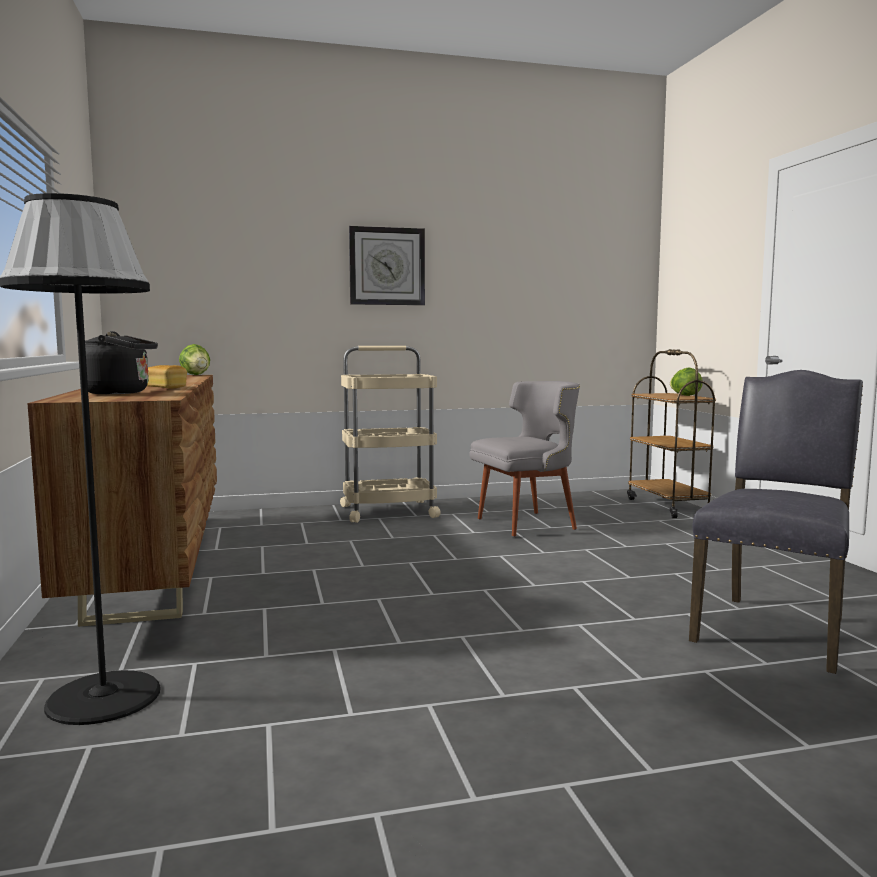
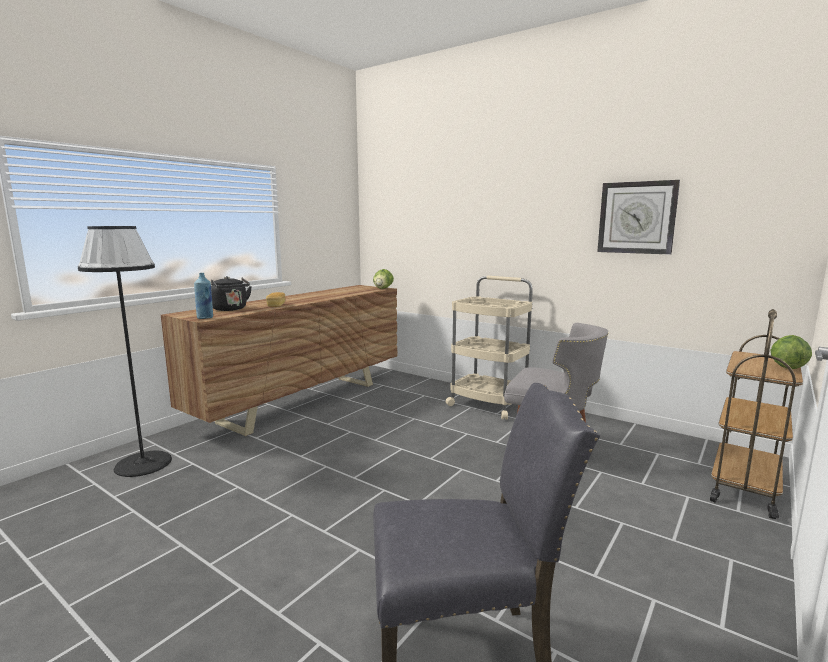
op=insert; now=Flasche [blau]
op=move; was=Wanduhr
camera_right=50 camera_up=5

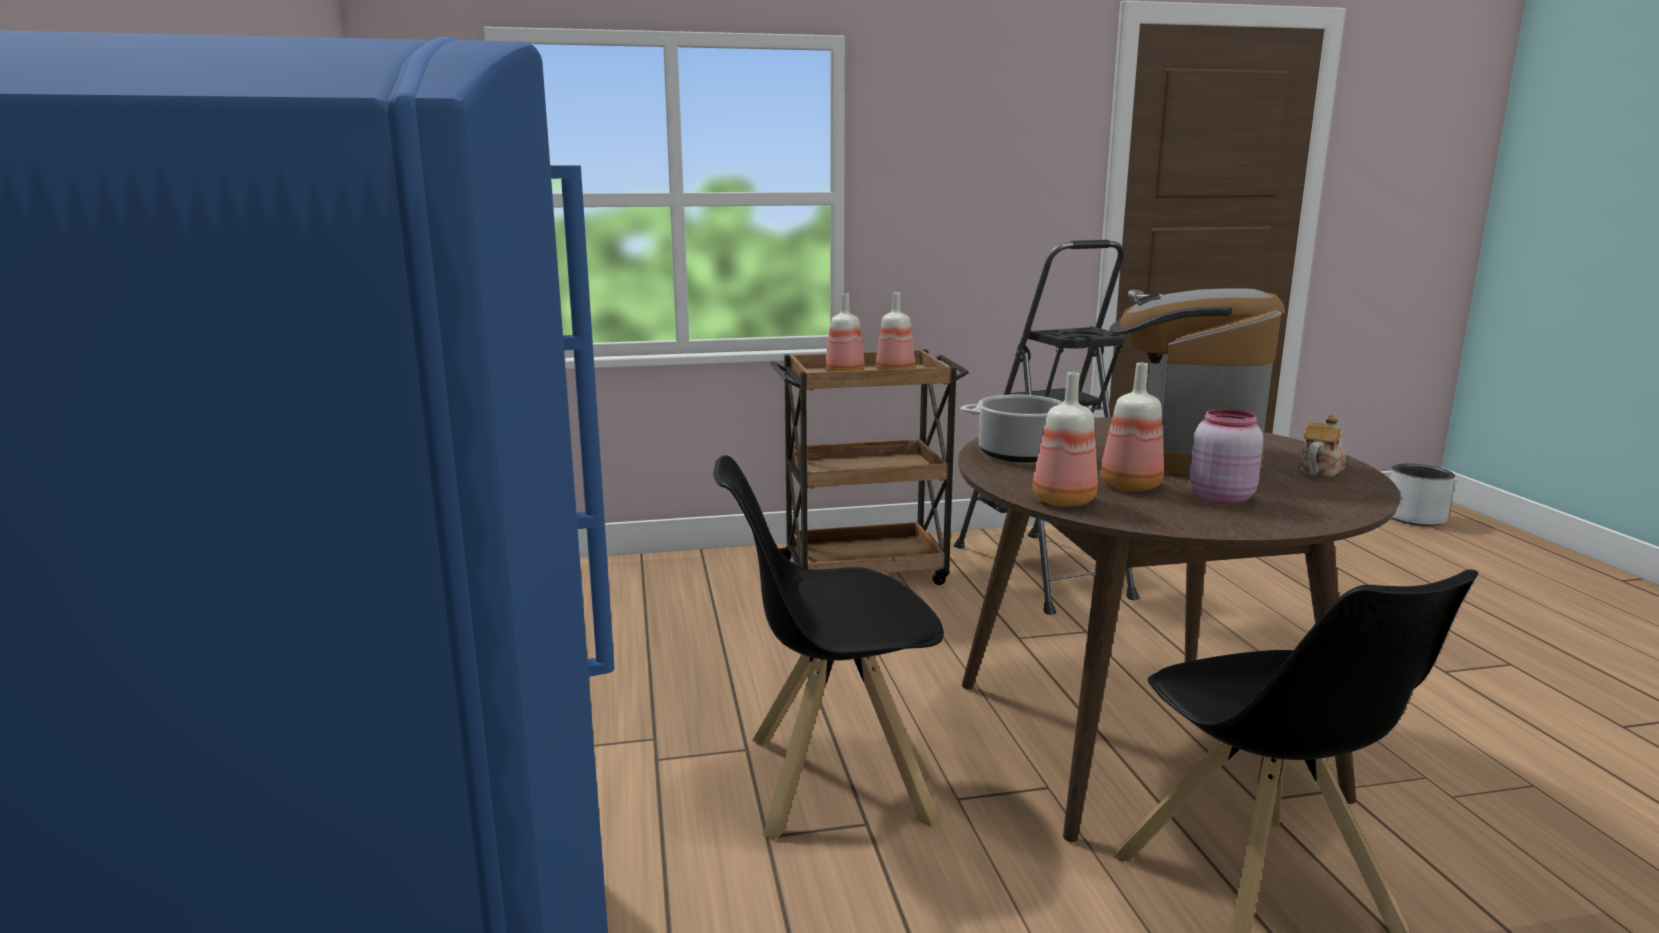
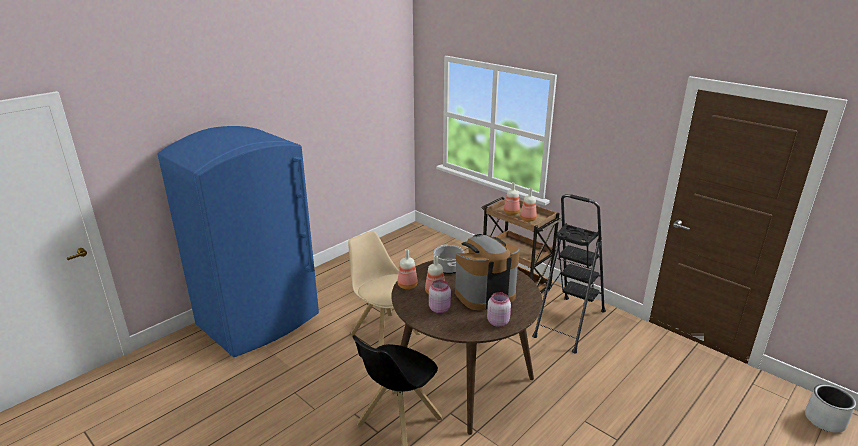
op=replace; was=Teekanne; now=Vorratsglas [rosa] (2nd from left)
op=recolor; was=Stuhl [schwarz] (1st from left); now=Stuhl [beige]
camera_right=55 camera_up=10

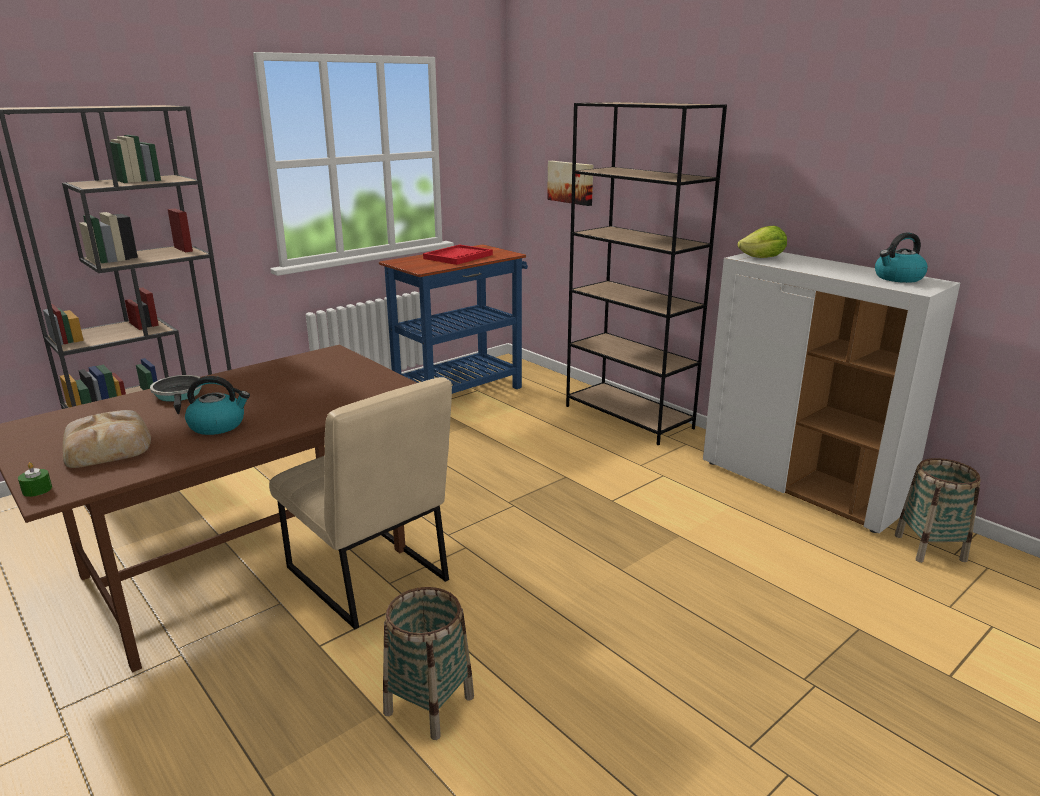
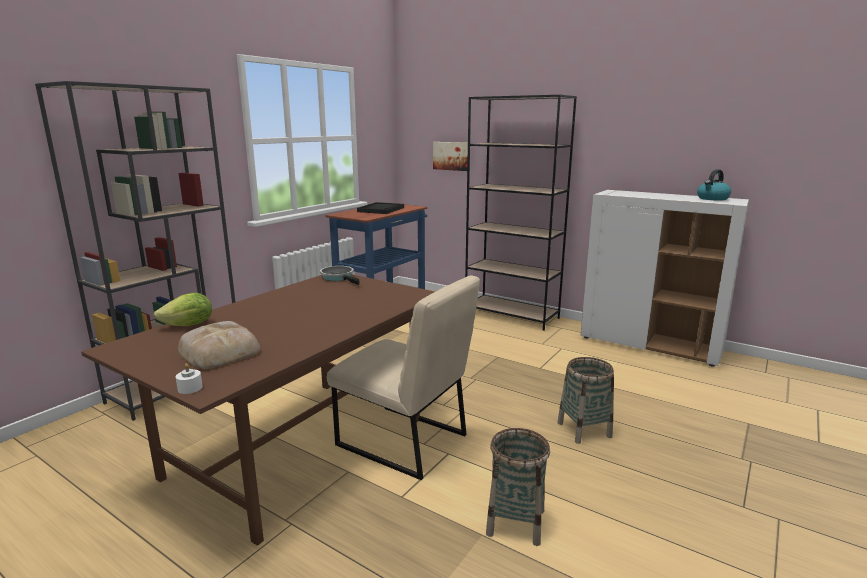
op=delete; was=Wasserkessel (1st from left)
op=move; was=Pfanne
op=move; was=Salatkopf
op=move; was=Korb (2nd from left)
op=recolor; was=Kerze [grün]; now=Kerze [weiß]
op=recolor; was=Tablett [rot]; now=Tablett [schwarz]
camera_right=-15 camera_up=-5

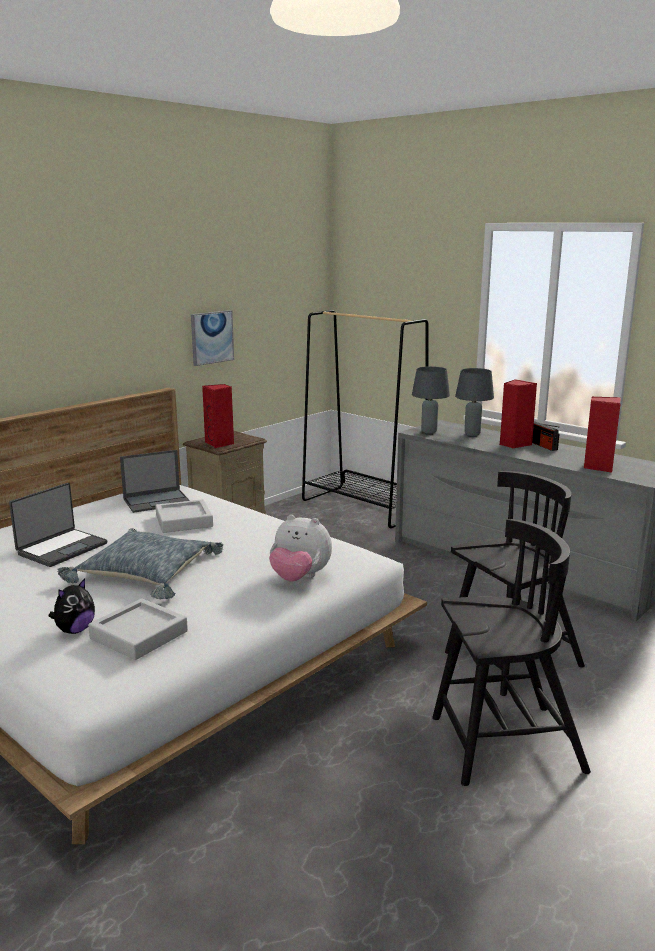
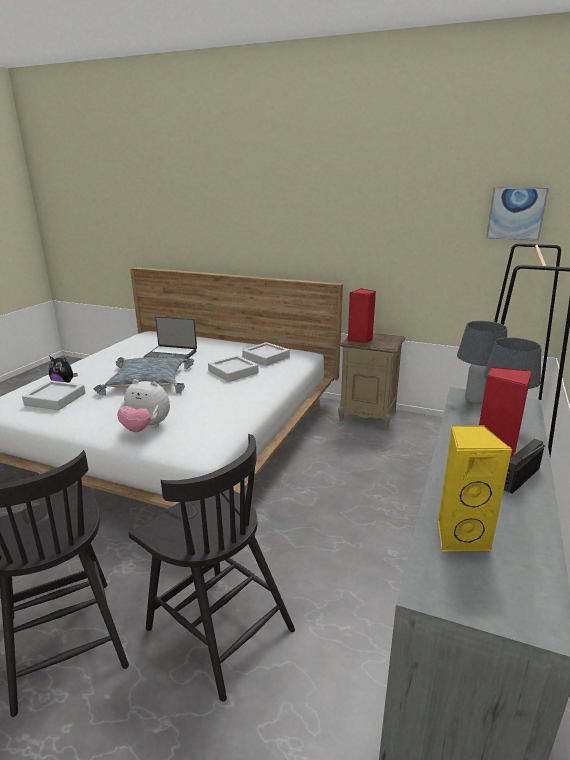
op=move; was=Bild
op=replace; was=Laptop (2nd from left); now=Tablett [grau] (3rd from left)
op=recolor; was=Lautsprecher [rot] (3rd from left); now=Lautsprecher [gelb]
op=rotate; was=Plüschtier (2nd from left); clockwise=-75
camera_right=70 camera_up=5

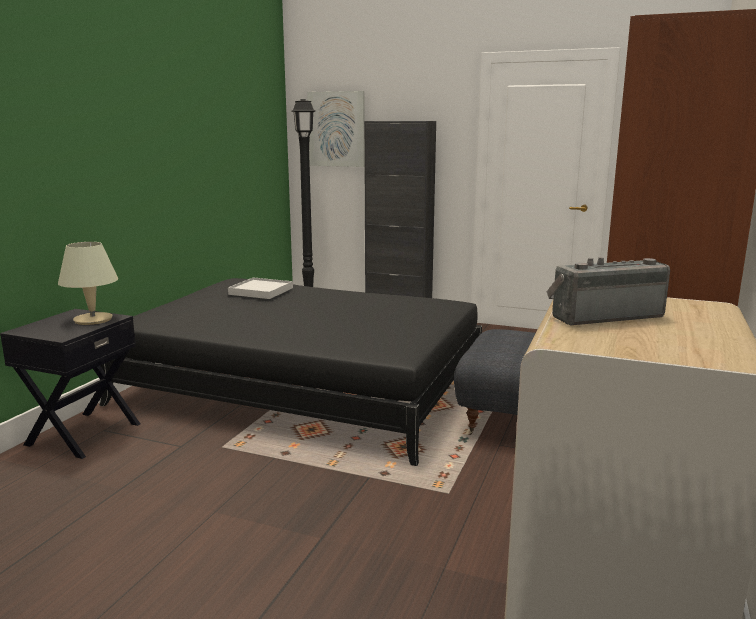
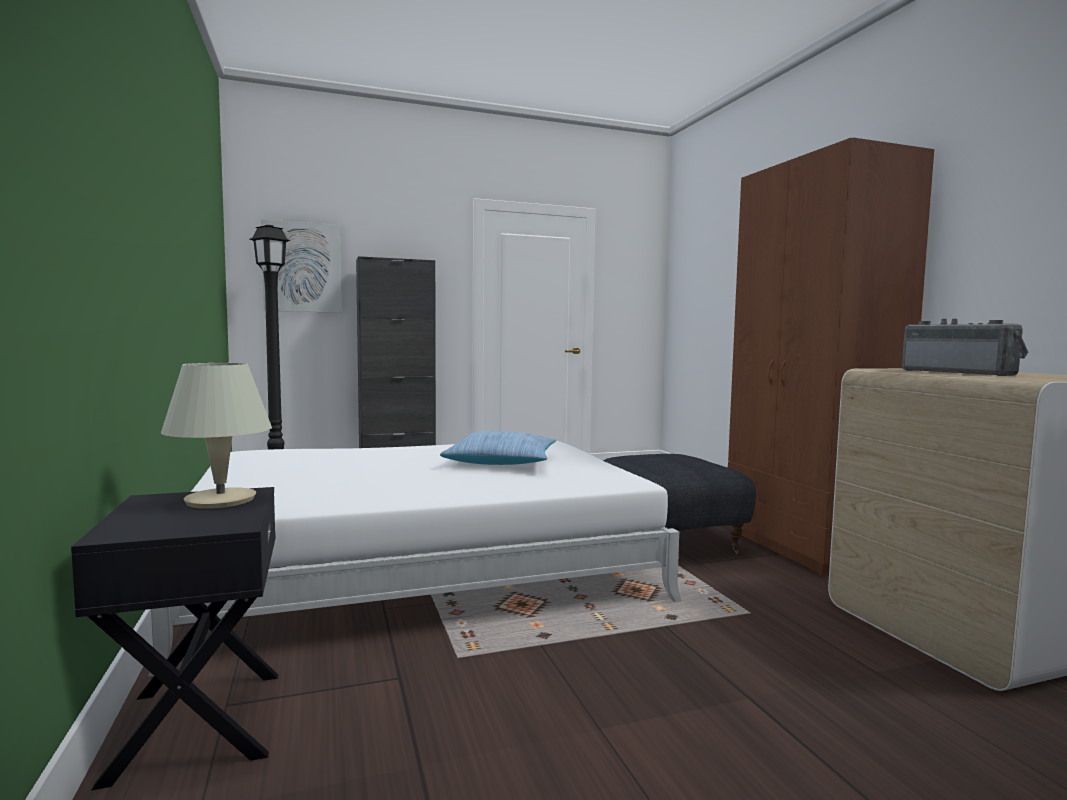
op=delete; was=Tablett [weiß]
op=insert; now=Kissen
op=recolor; was=Bett [schwarz]; now=Bett [weiß]
op=rotate; was=Radio; clockwise=120
camera_right=-40 camera_up=-10

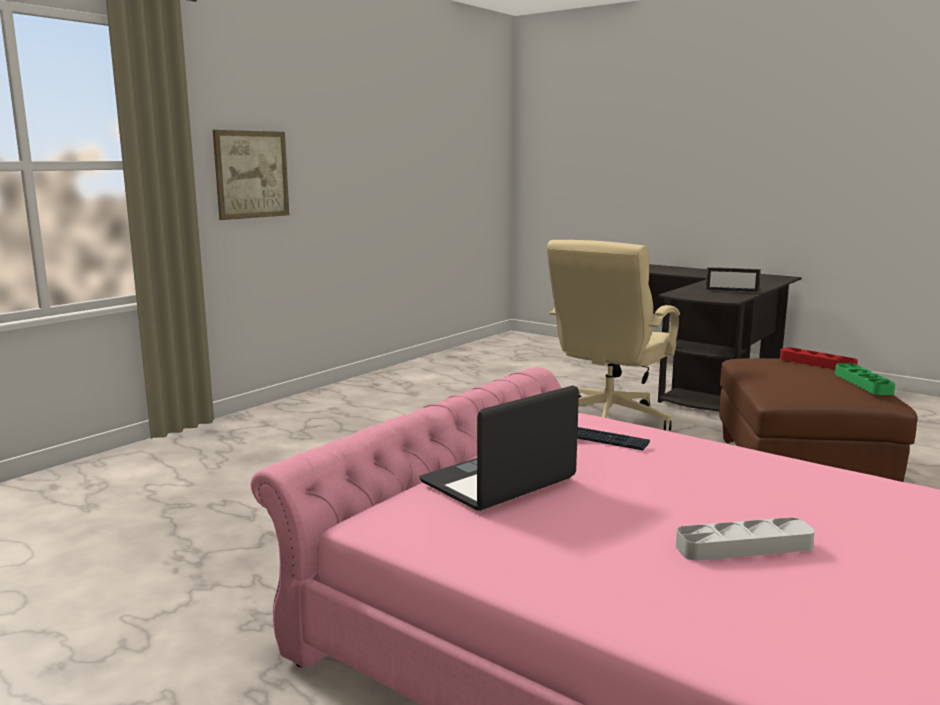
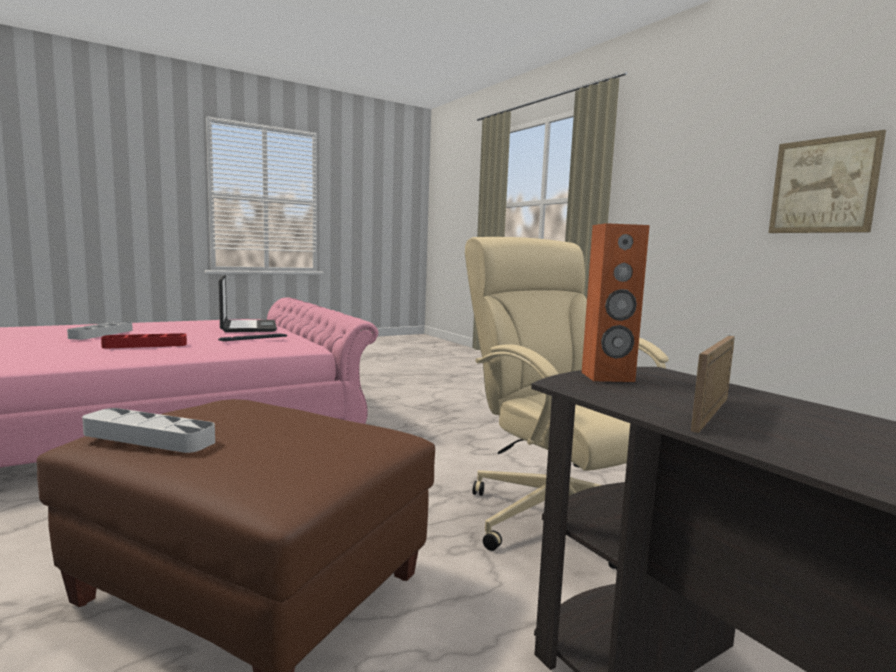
op=insert; now=Lautsprecher [orange]
op=move; was=Bild
op=move; was=Tablett [rot]
op=recolor; was=Tablett [grün]; now=Tablett [grau] (2nd from left)
camera_right=110 camera_up=-5

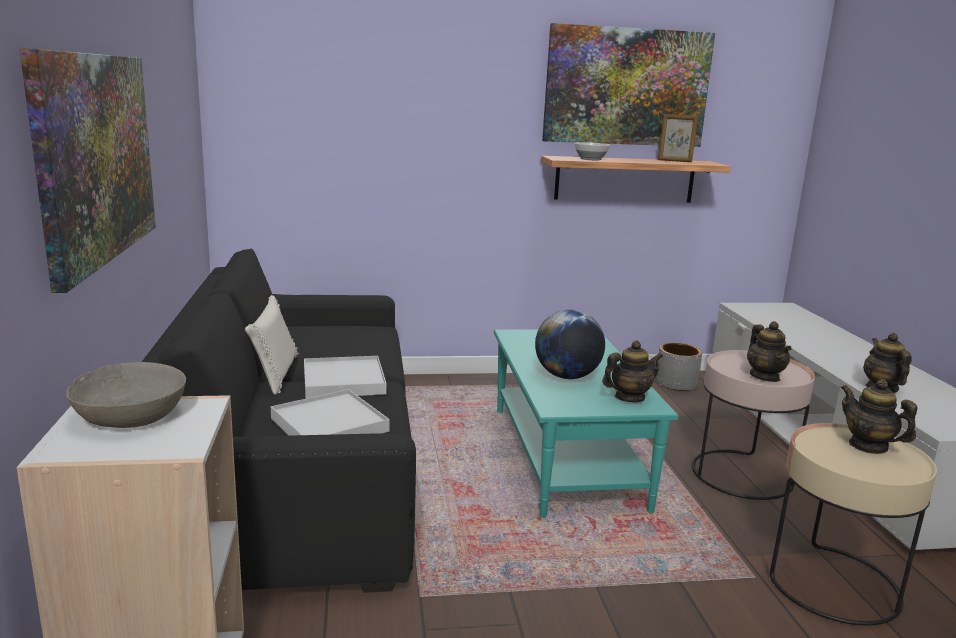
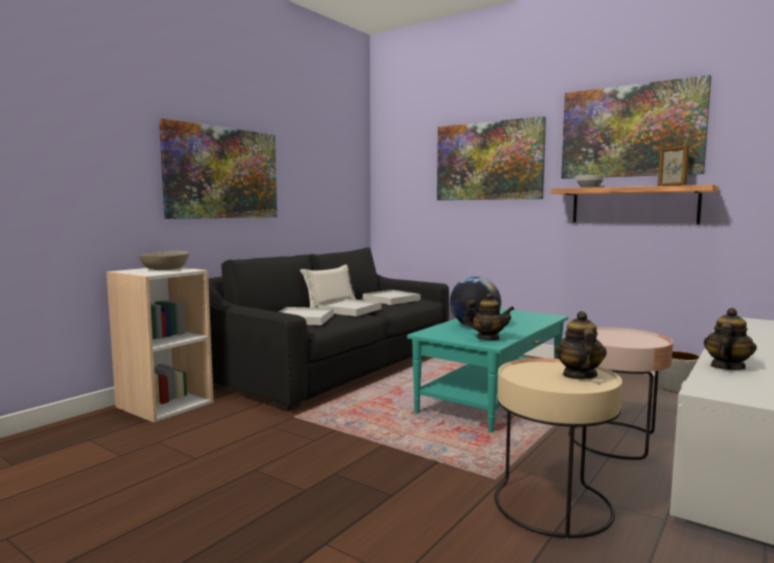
op=delete; was=Teekanne (2nd from left)
op=insert; now=Tablett [weiß] (3rd from left)
op=insert; now=Bild (2nd from left)
camera_right=45 camera_up=-10

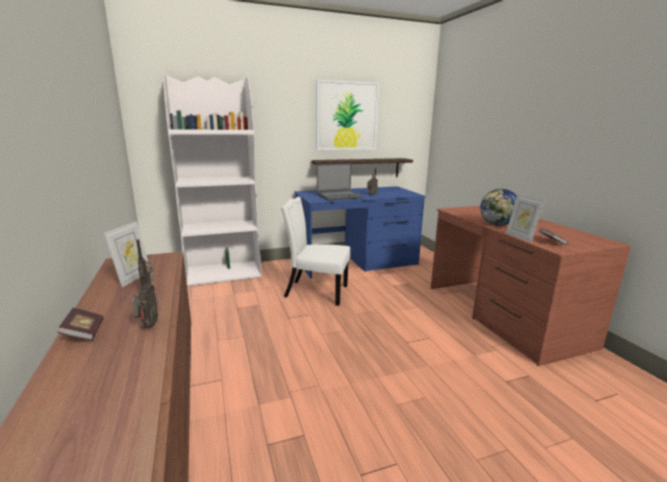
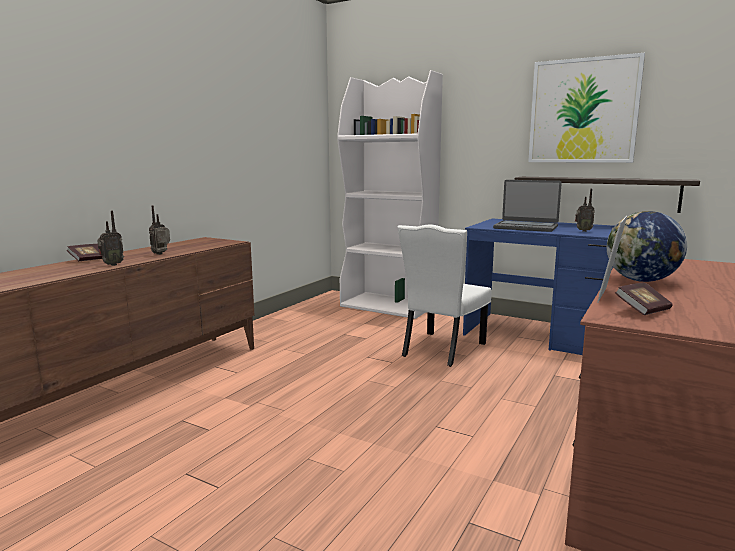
op=delete; was=Bilderrahmen (1st from left)
op=rotate; was=Stuhl [weiß]; clockwise=-120
camera_right=50 camera_up=-5

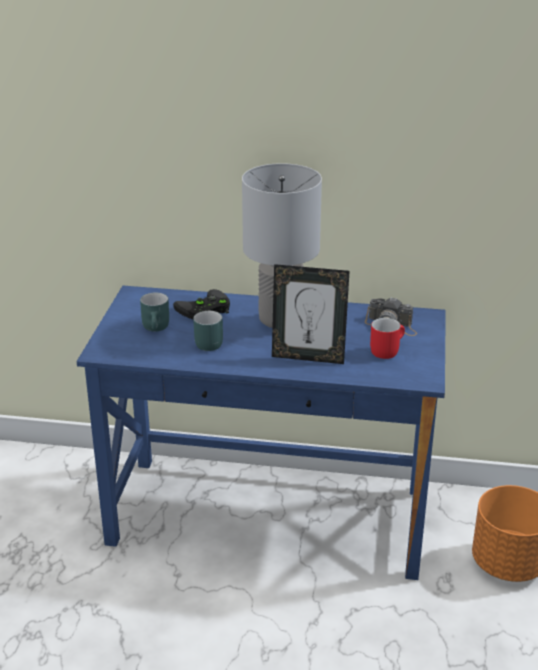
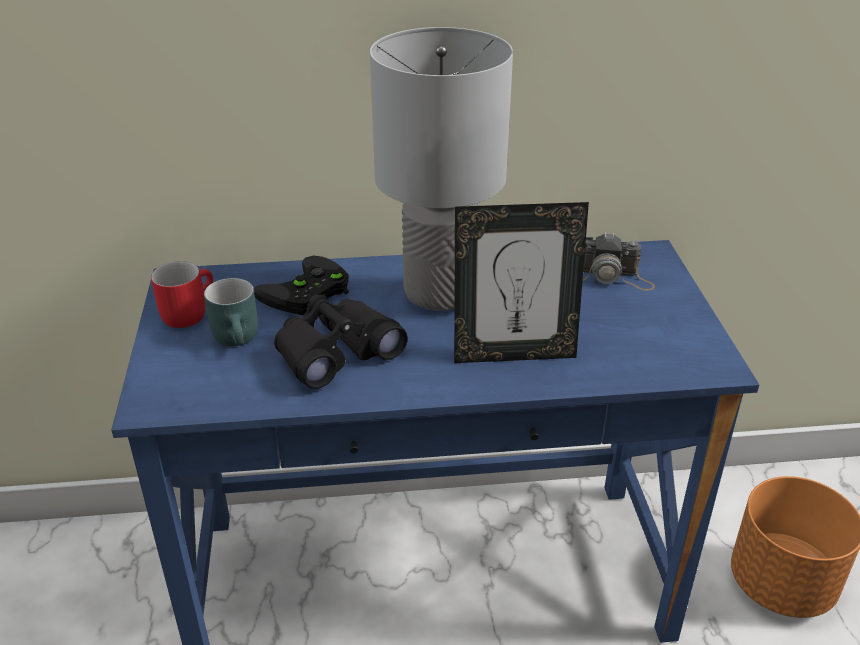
op=move; was=Henkelbecher [rot]
op=replace; was=Henkelbecher [türkis] (2nd from left); now=Fernglas [schwarz]
camera_right=-15 camera_up=5

